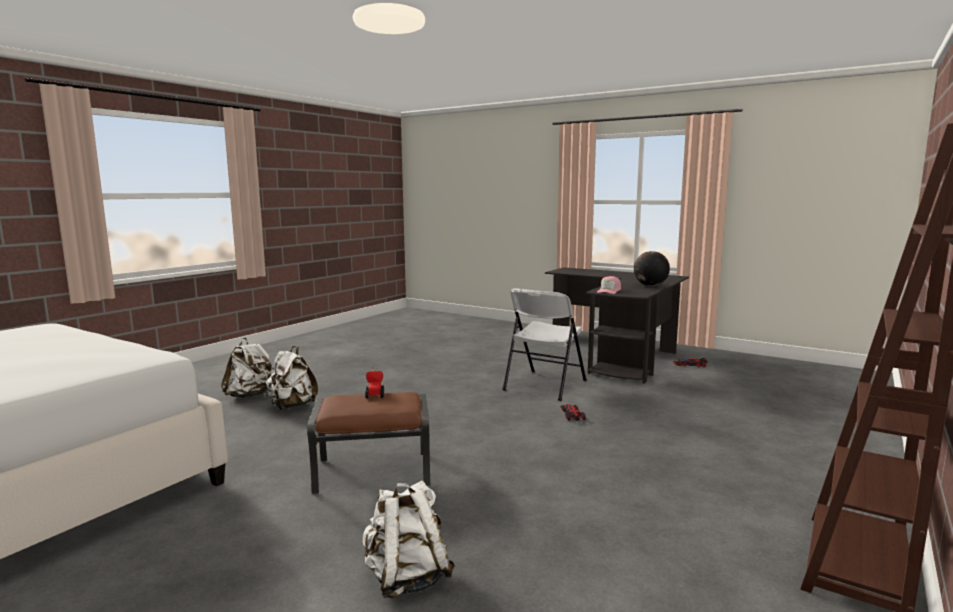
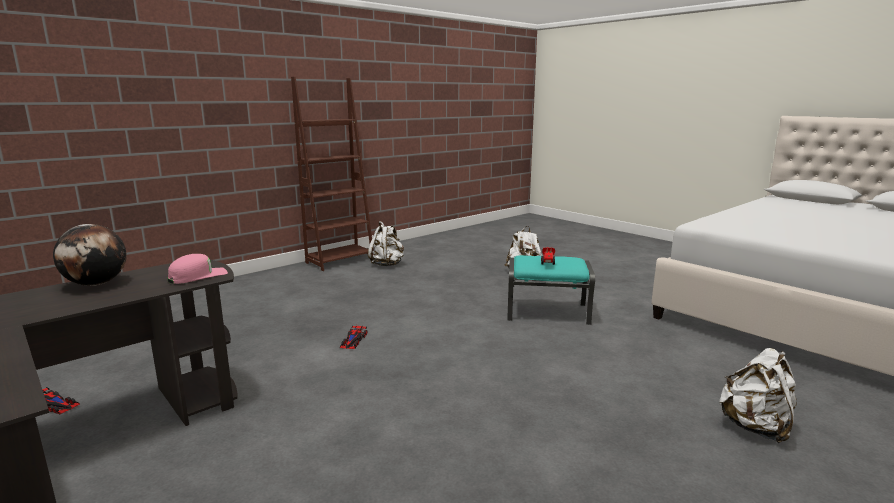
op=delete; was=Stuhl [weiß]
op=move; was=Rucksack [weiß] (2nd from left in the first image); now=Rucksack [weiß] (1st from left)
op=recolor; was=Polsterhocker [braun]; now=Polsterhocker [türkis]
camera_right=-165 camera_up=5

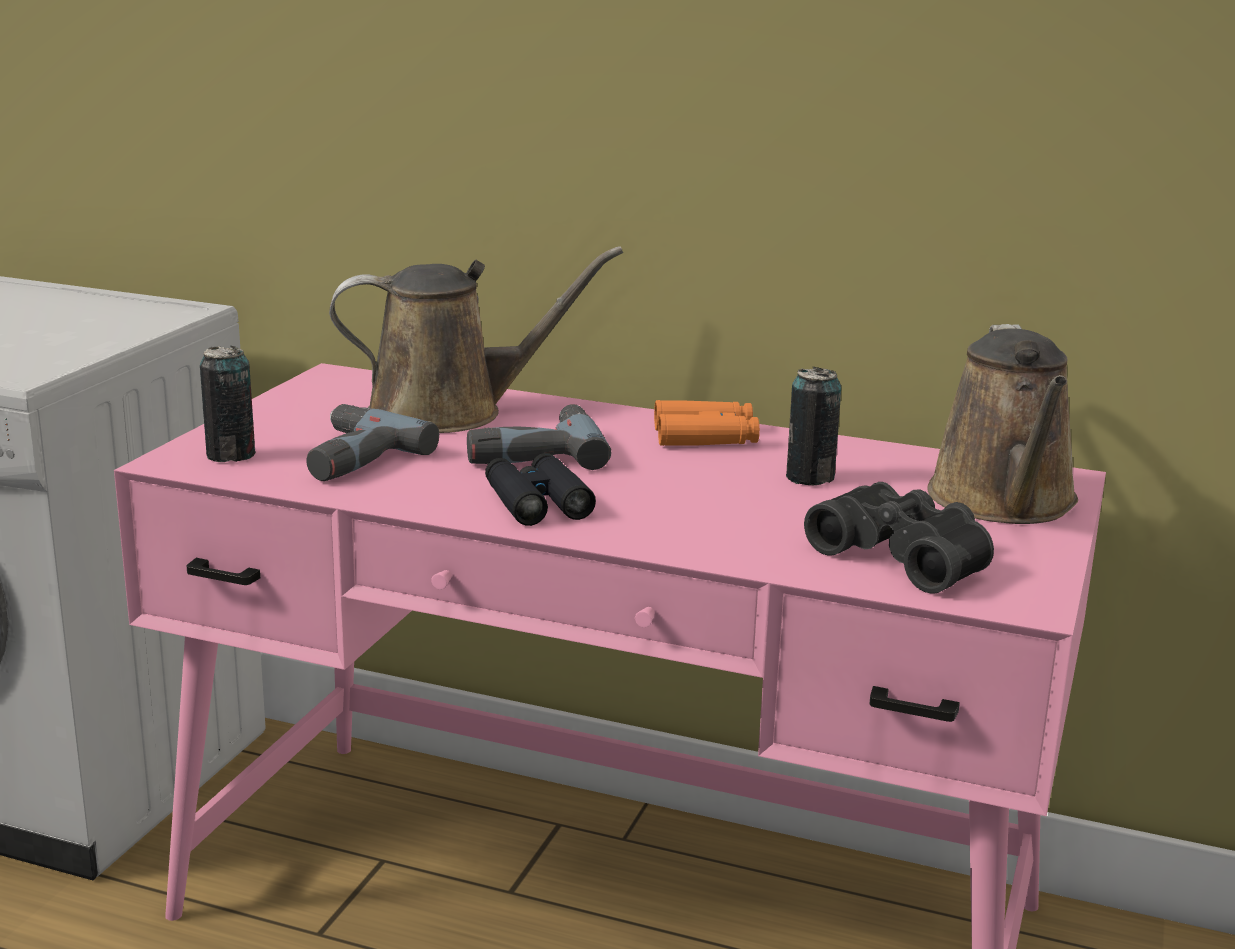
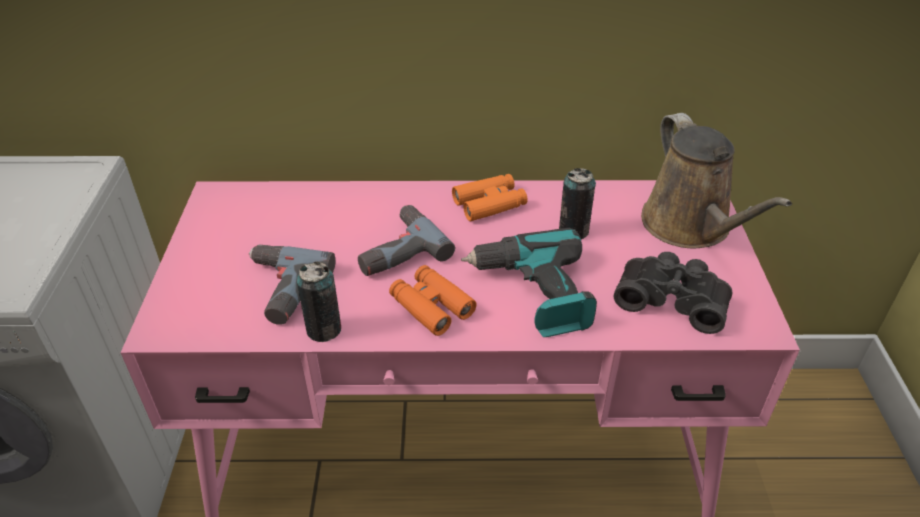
op=delete; was=Gießkanne [braun] (1st from left)
op=insert; now=Bohrmaschine (3rd from left)
op=move; was=Dose (1st from left)
op=recolor; was=Fernglas [schwarz] (1st from left); now=Fernglas [orange] (1st from left)
camera_right=-20 camera_up=20

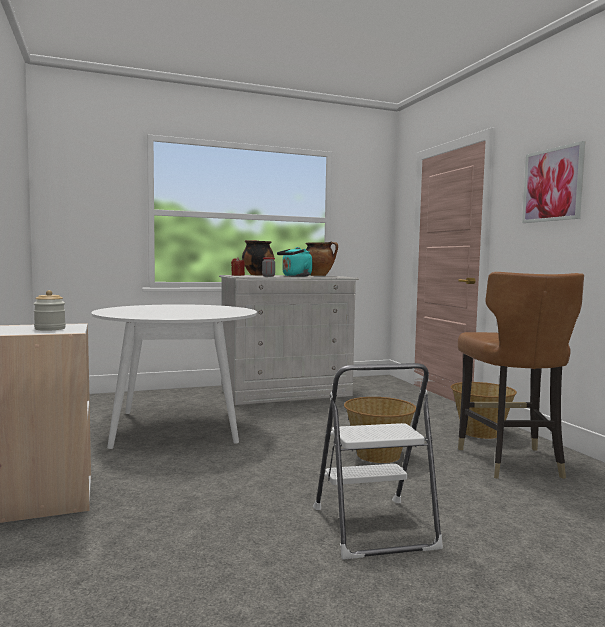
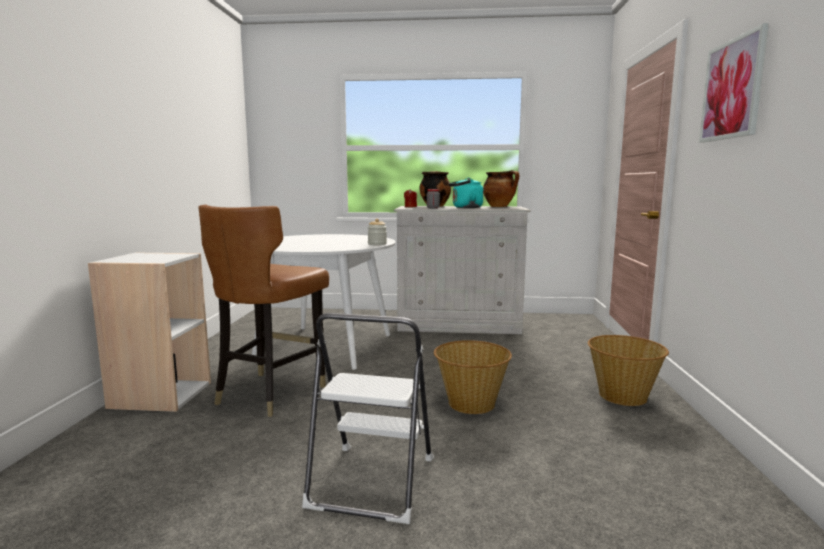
op=move; was=Vorratsglas (1st from left)
op=move; was=Stuhl [braun]
camera_right=25 camera_up=5

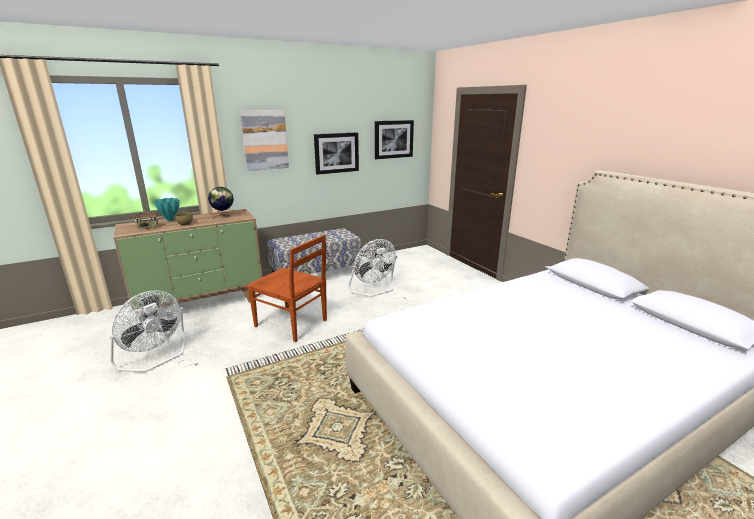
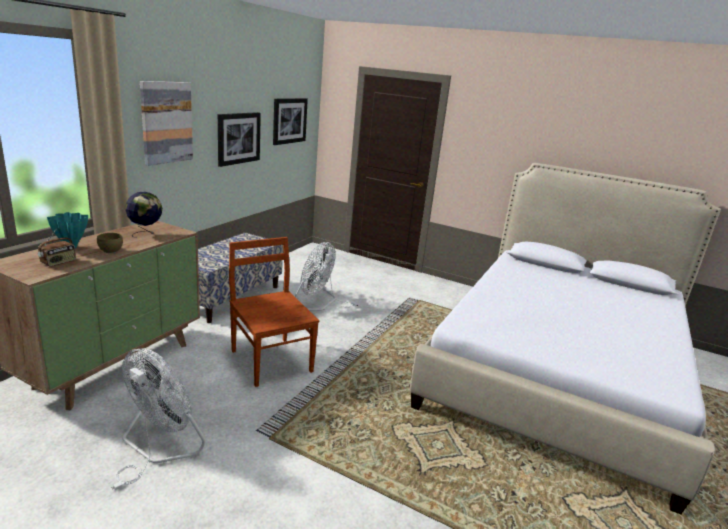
op=rotate; was=Ventilator [weiß] (1st from left); clockwise=120
op=rotate; was=Stuhl [braun]; clockwise=-120
camera_right=-35 camera_up=0

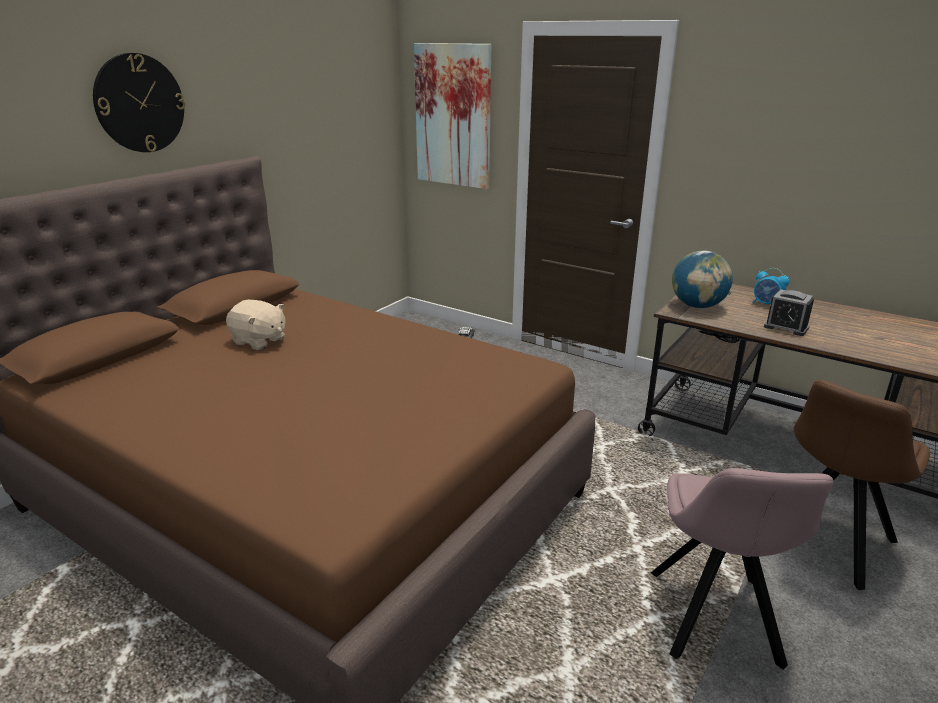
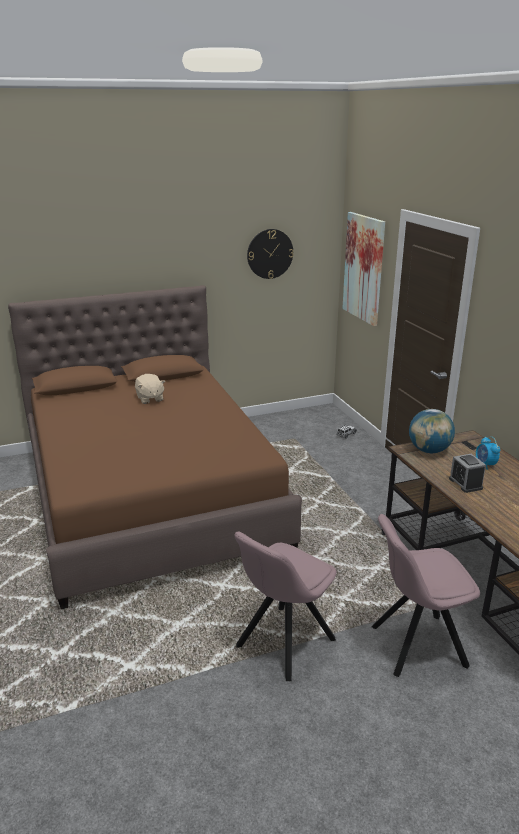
op=move; was=Wanduhr
op=recolor; was=Stuhl [braun]; now=Stuhl [rosa] (2nd from left)
camera_right=35 camera_up=0

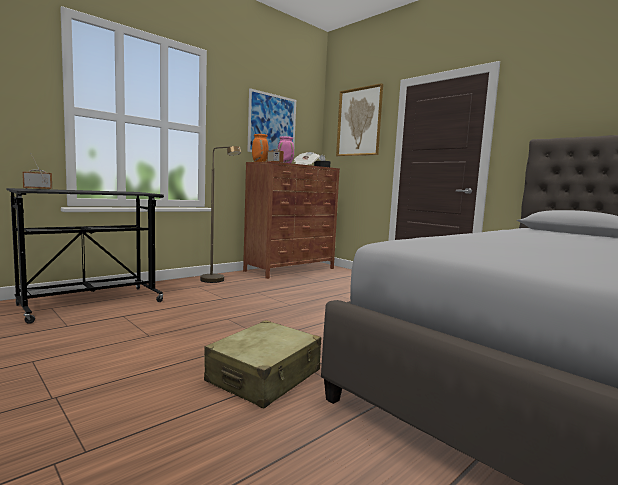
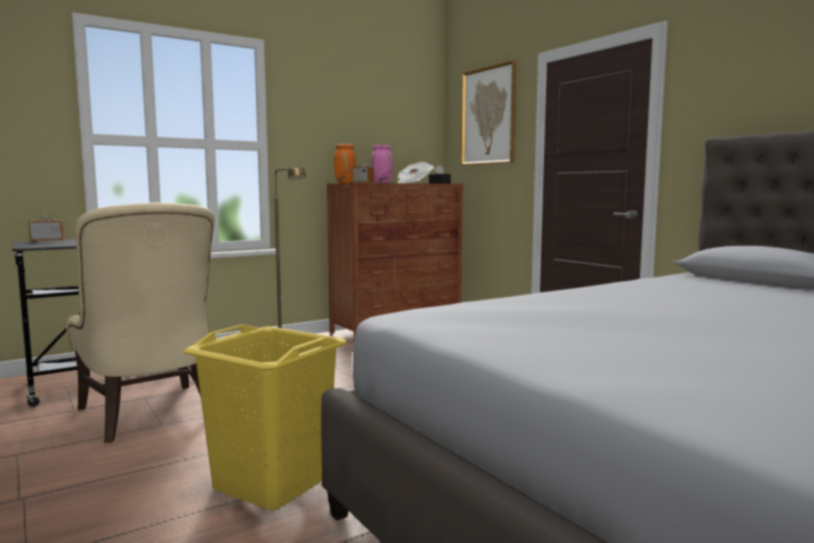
op=delete; was=Bild (1st from left)
op=insert; now=Stuhl [beige]
op=replace; was=Koffer [beige]; now=Wäschekorb [gelb]
camera_right=10 camera_up=0

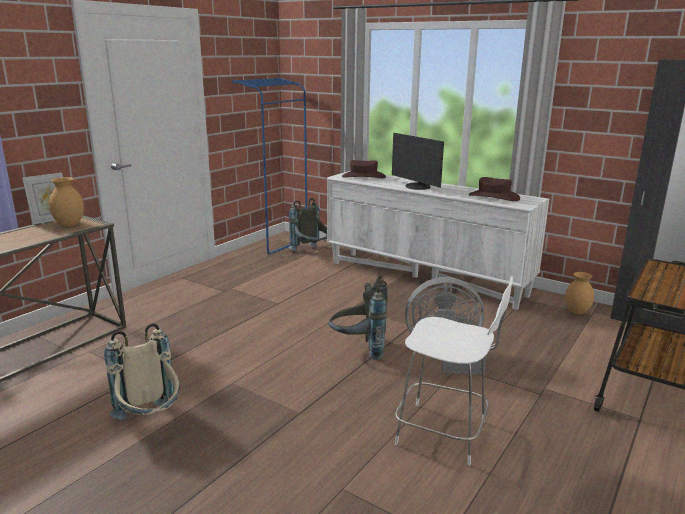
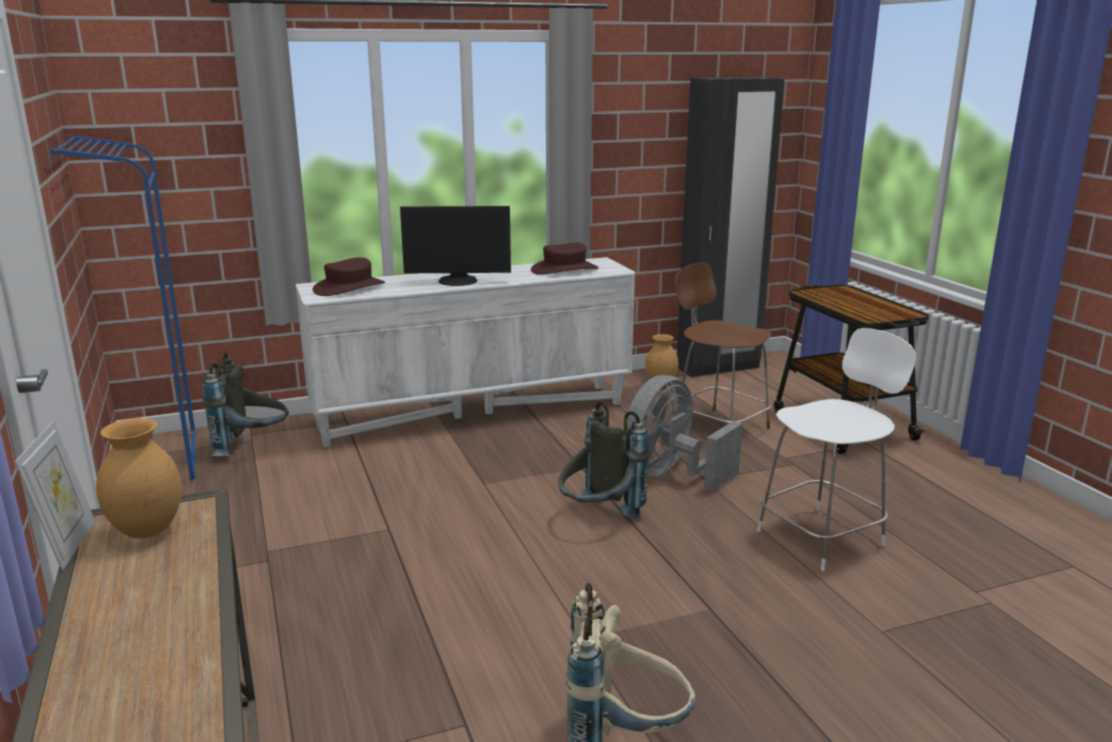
op=insert; now=Stuhl [braun]
camera_right=-55 camera_up=0

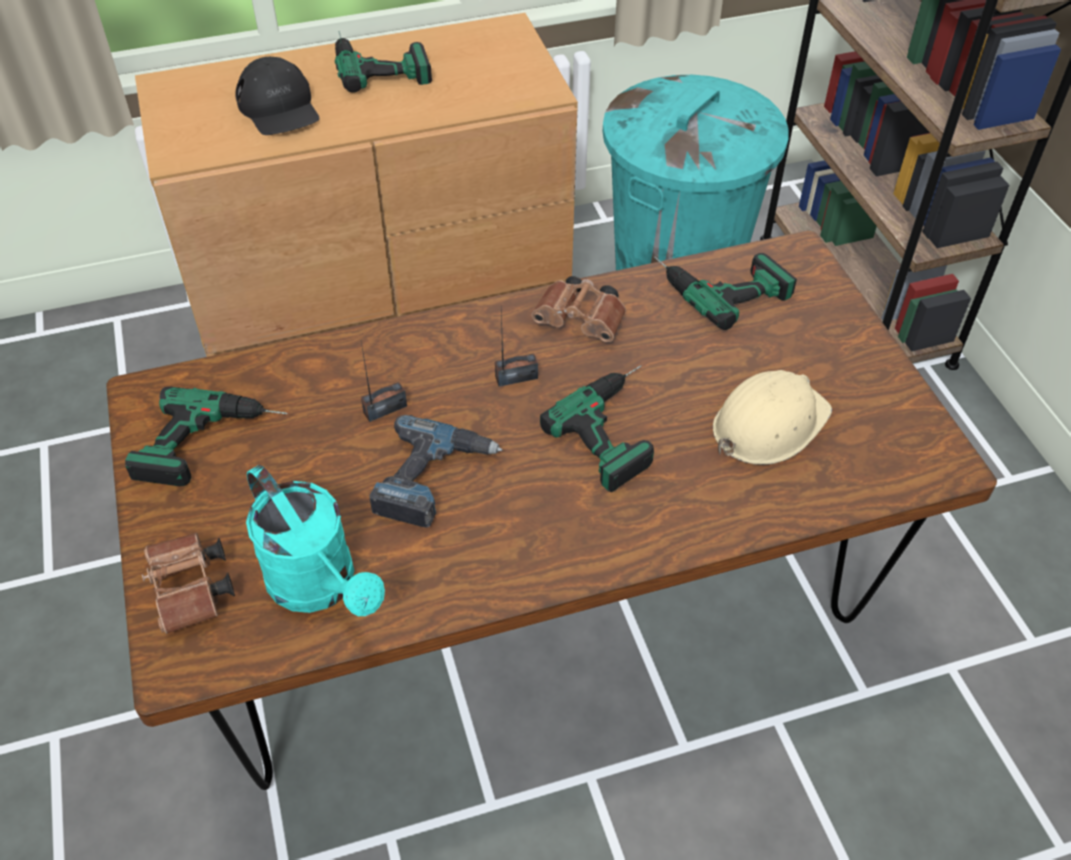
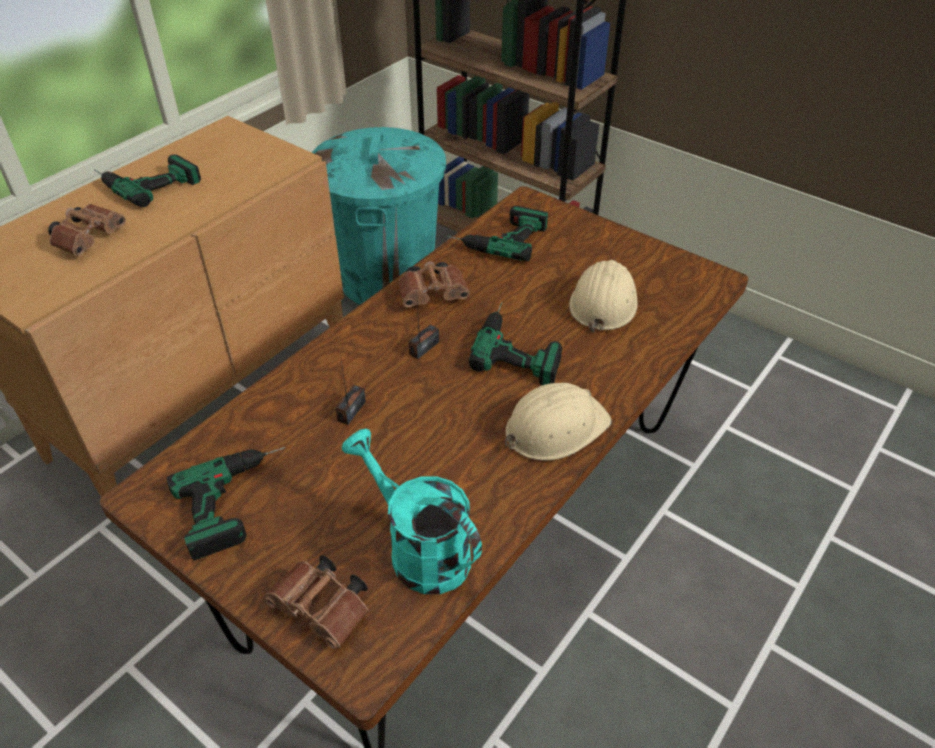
op=delete; was=Bohrmaschine (3rd from left)
op=insert; now=Schutzhelm [beige] (1st from left)
op=replace; was=Kappe [schwarz]; now=Fernglas [braun] (1st from left)
op=rotate; was=Gießkanne [türkis]; clockwise=-150
camera_right=-35 camera_up=-5

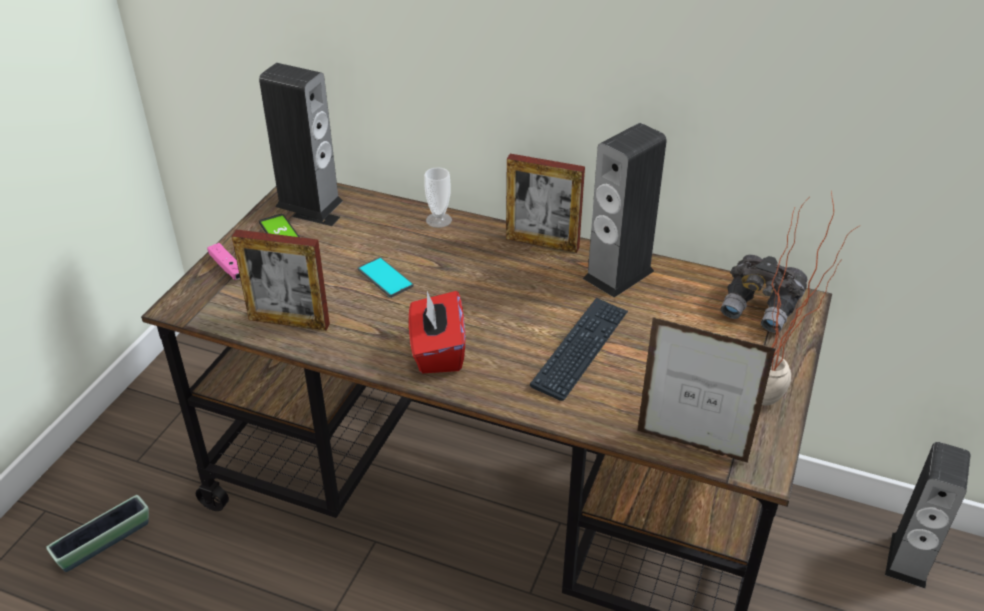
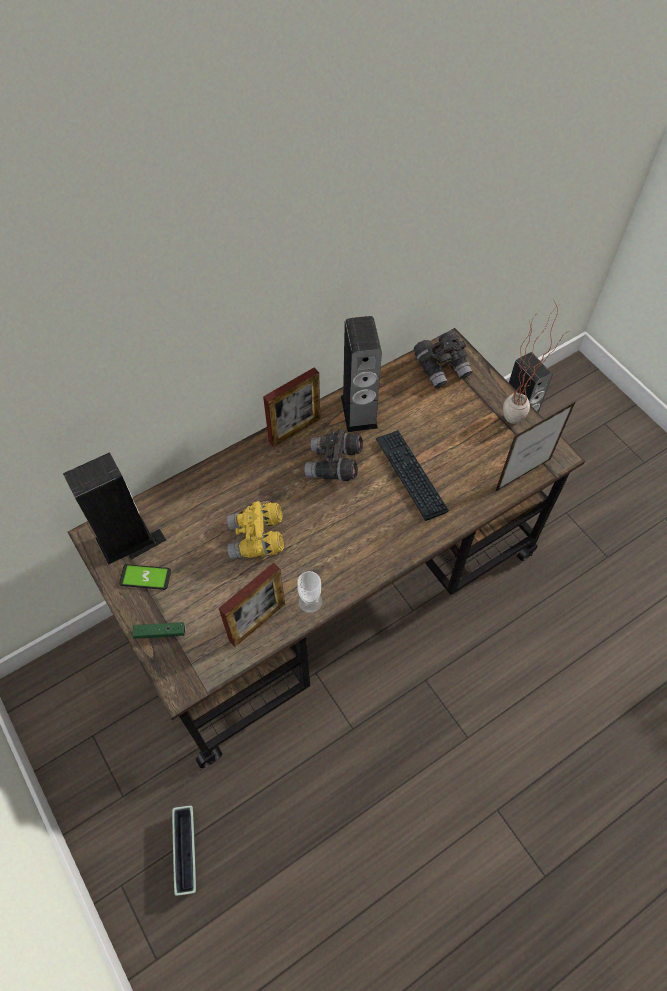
op=delete; was=Taschentuchbox [rot]
op=insert; now=Fernglas [grau] (1st from left)
op=move; was=Tasse
op=replace; was=Handy (2nd from left); now=Fernglas [gelb]
op=recolor; was=Gamepad [rosa]; now=Gamepad [grün]
camera_right=-55 camera_up=20

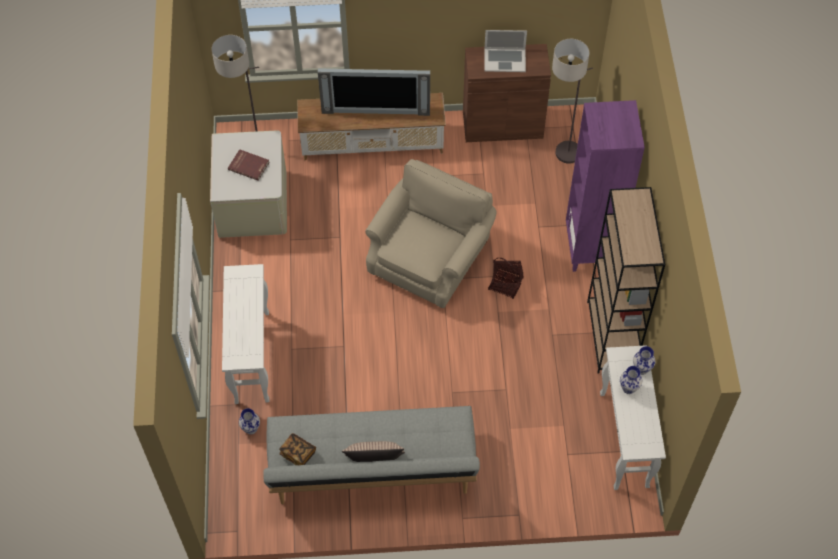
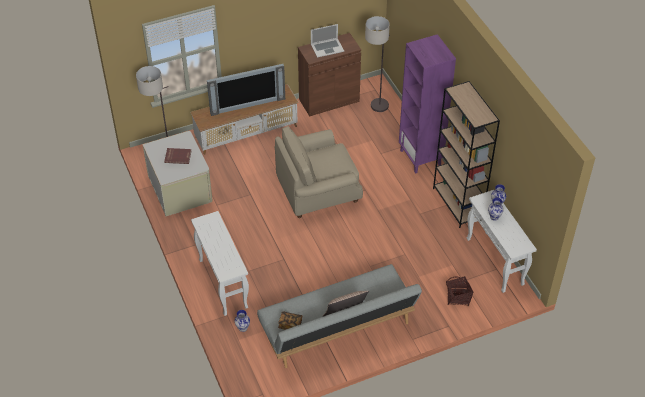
op=move; was=Korb
op=rotate; was=Sessel [beige]; clockwise=-120
camera_right=-20 camera_up=-10

